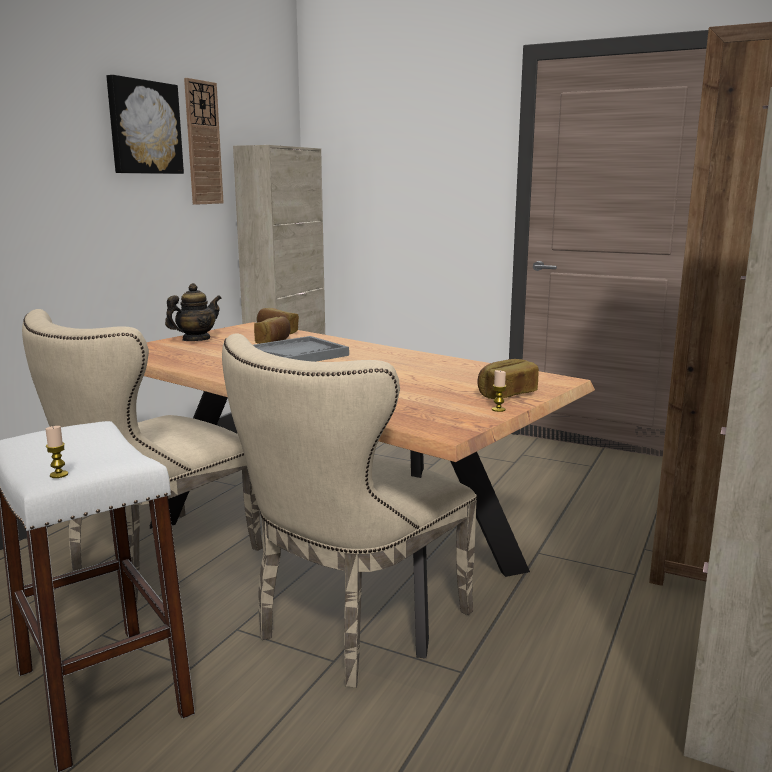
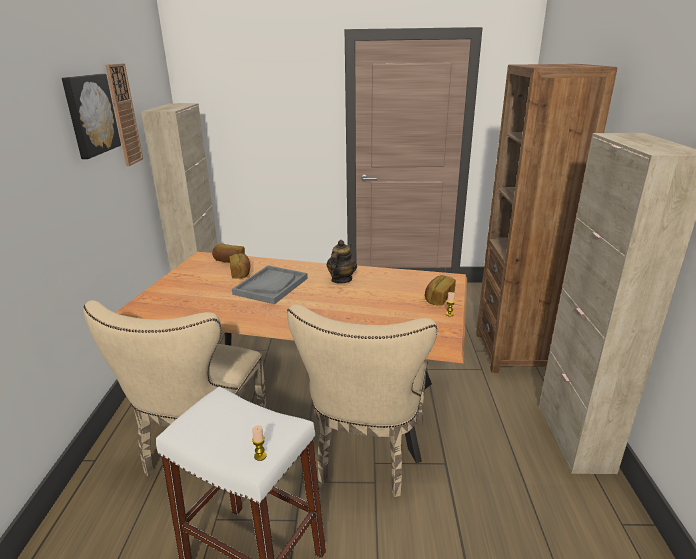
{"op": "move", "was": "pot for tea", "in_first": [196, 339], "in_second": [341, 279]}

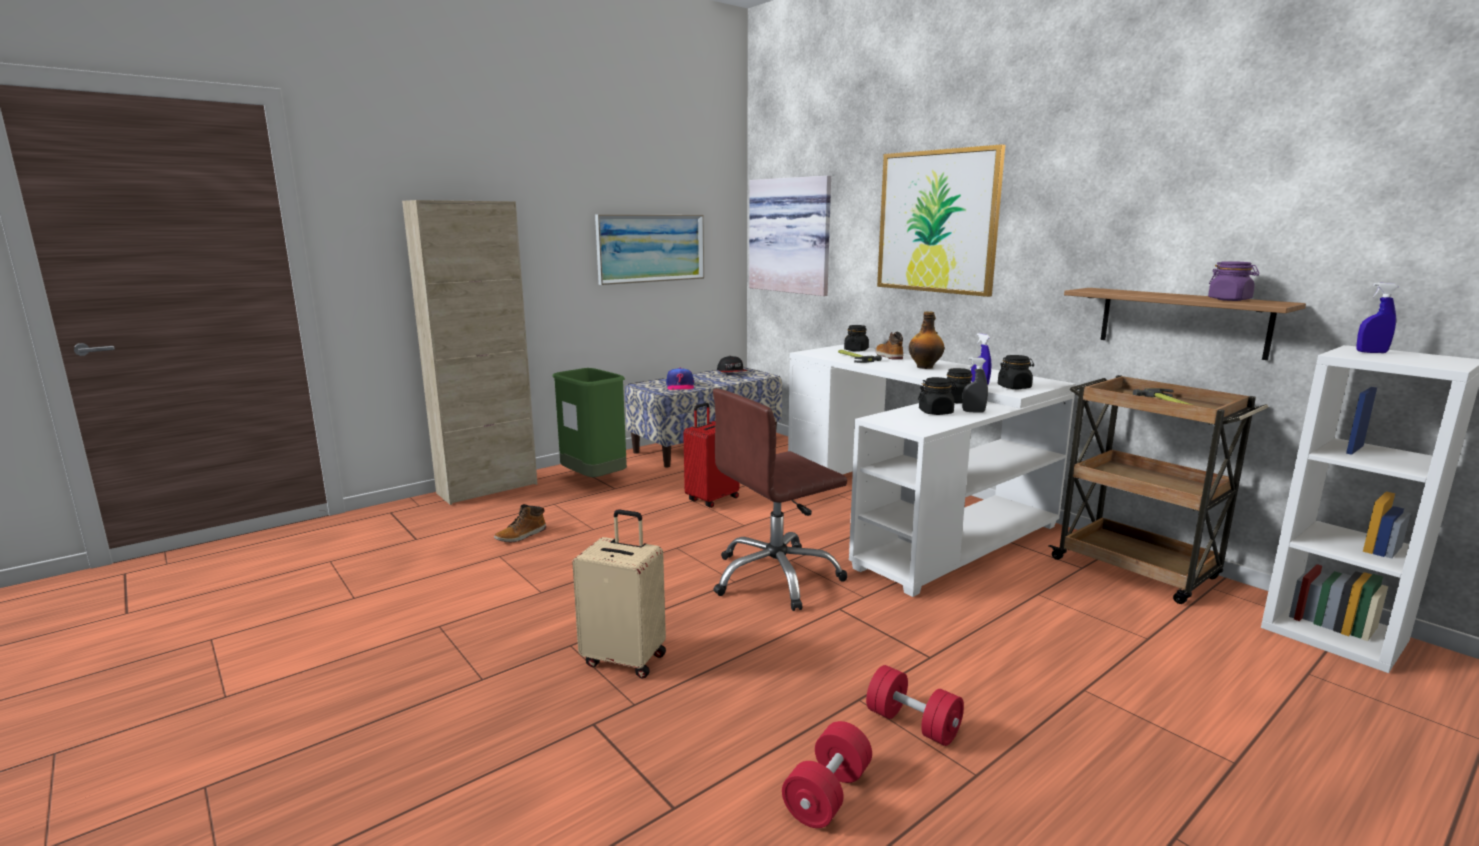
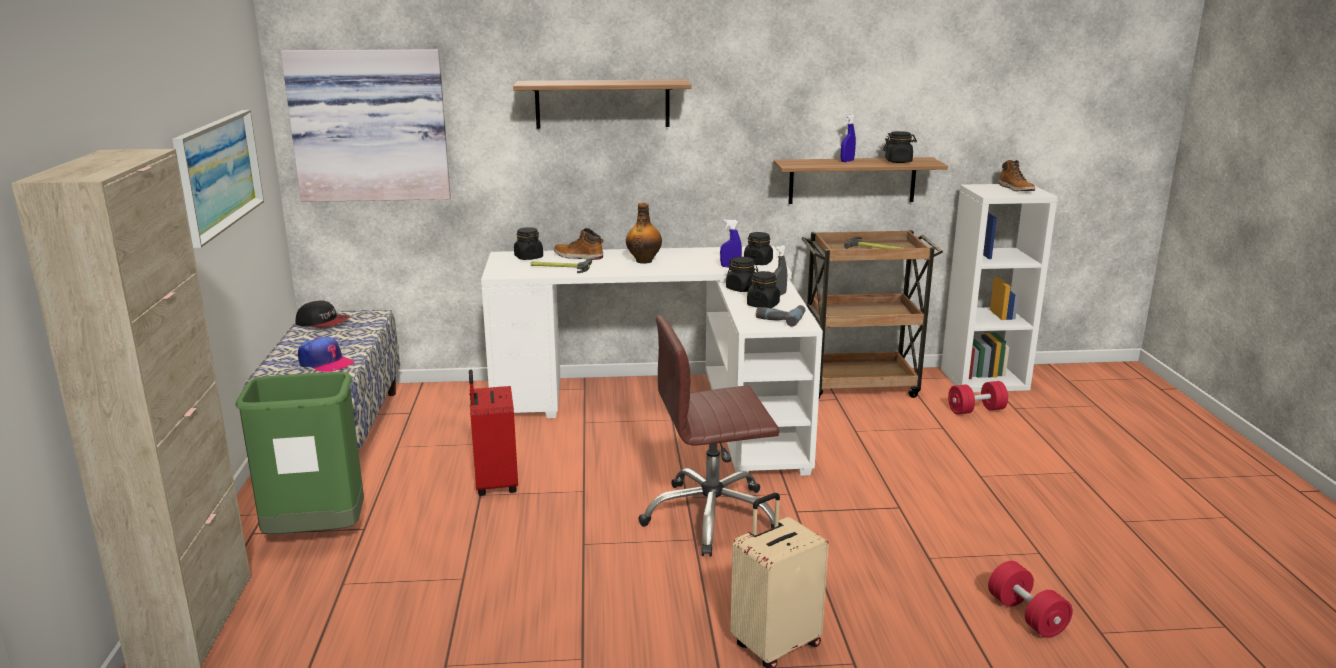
{"op": "replace", "was": "picture", "now": "shelf", "in_first": [937, 222], "in_second": [602, 103]}
{"op": "rotate", "was": "brown computer chair", "in_first": [776, 577], "in_second": [711, 517], "clockwise": 75}
{"op": "insert", "now": "power drill", "in_second": [780, 318]}
{"op": "move", "was": "bluish sprayer", "in_first": [1371, 352], "in_second": [847, 161]}
{"op": "recolor", "was": "purplish jar", "now": "blackish jar", "in_first": [1229, 299], "in_second": [898, 161]}
{"op": "move", "was": "red-coloured dumbbell", "in_first": [913, 724], "in_second": [976, 410]}
{"op": "move", "was": "tall boot", "in_first": [521, 536], "in_second": [1016, 189]}

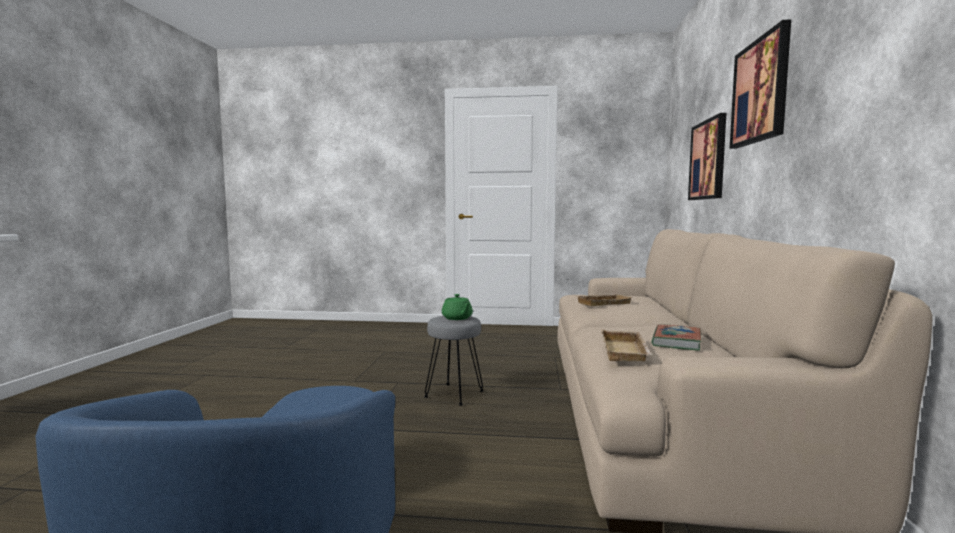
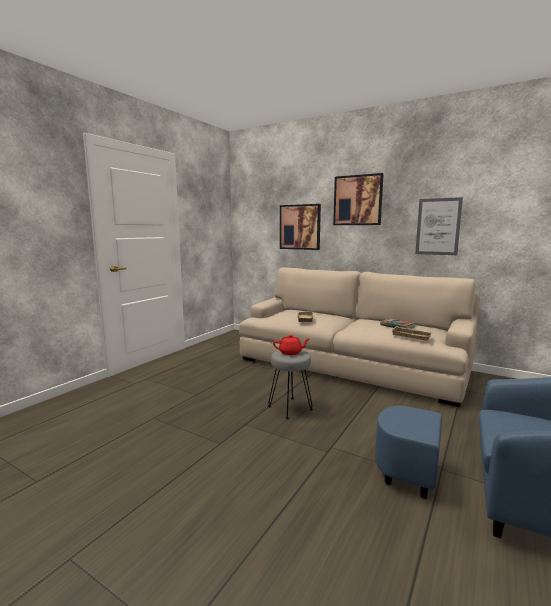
{"op": "recolor", "was": "green pot for tea", "now": "red-coloured pot for tea", "in_first": [457, 318], "in_second": [291, 352]}
{"op": "insert", "now": "picture", "in_second": [438, 226]}

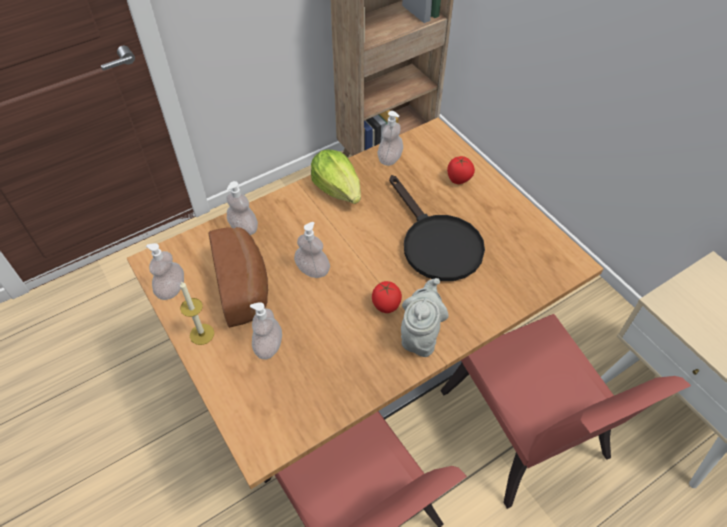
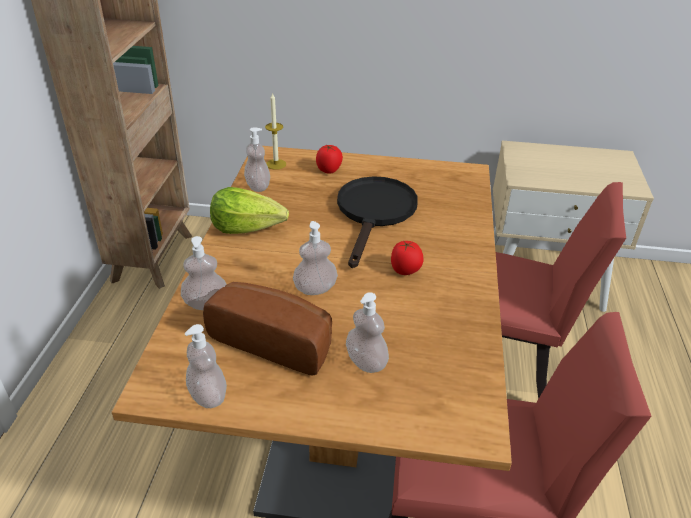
{"op": "move", "was": "candle", "in_first": [202, 334], "in_second": [276, 164]}
{"op": "rotate", "was": "blackish frying pan", "in_first": [435, 243], "in_second": [375, 213], "clockwise": -90}
{"op": "delete", "was": "gray pot for tea", "in_first": [420, 335]}

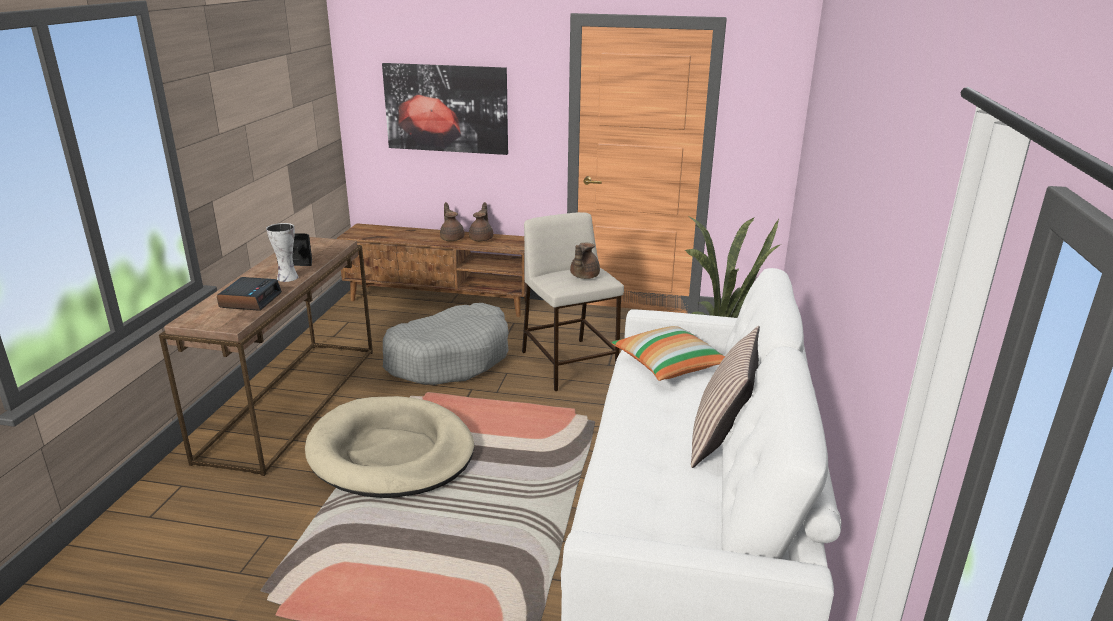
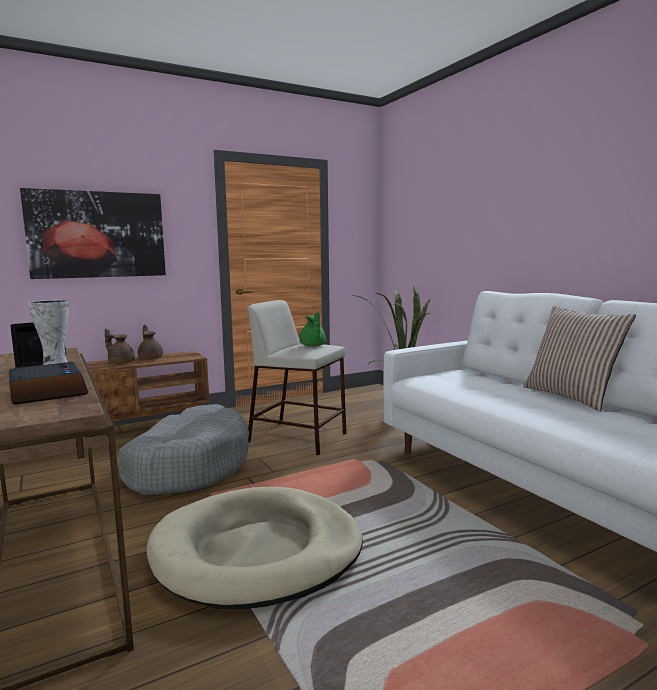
{"op": "recolor", "was": "brown pot for tea", "now": "green pot for tea", "in_first": [583, 276], "in_second": [312, 345]}
{"op": "delete", "was": "cushion", "in_first": [668, 365]}

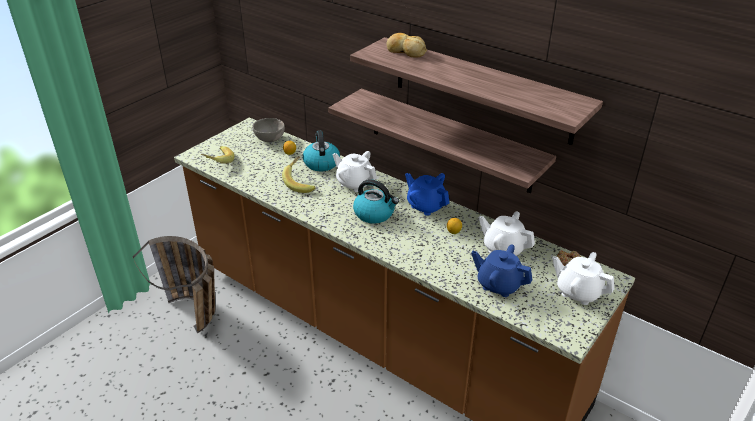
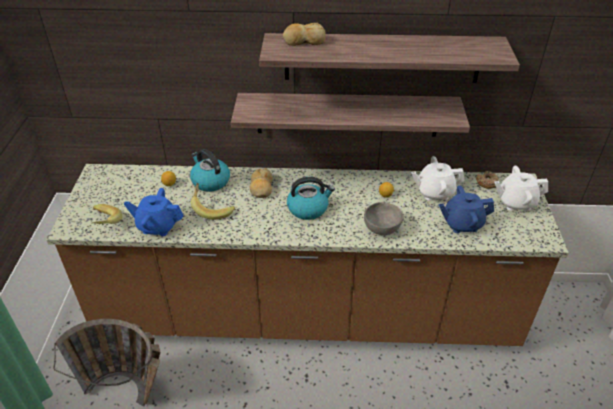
{"op": "move", "was": "bluish pot for tea", "in_first": [426, 206], "in_second": [157, 226]}
{"op": "replace", "was": "white pot for tea", "now": "bread", "in_first": [355, 183], "in_second": [261, 188]}
{"op": "move", "was": "gray bowl", "in_first": [270, 140], "in_second": [382, 229]}

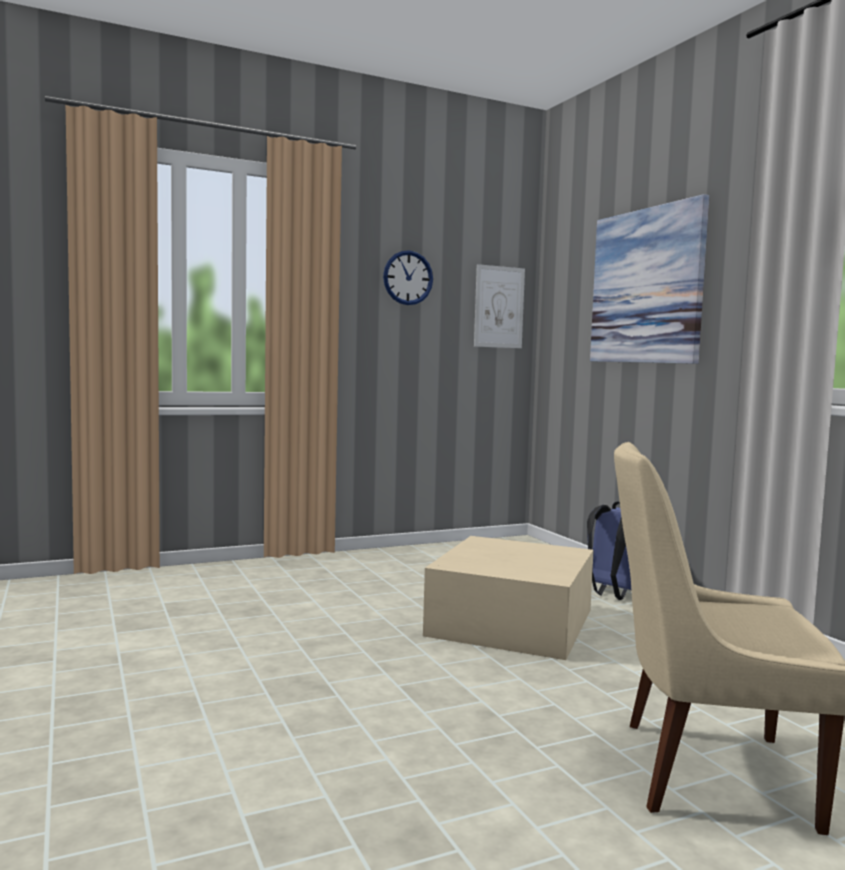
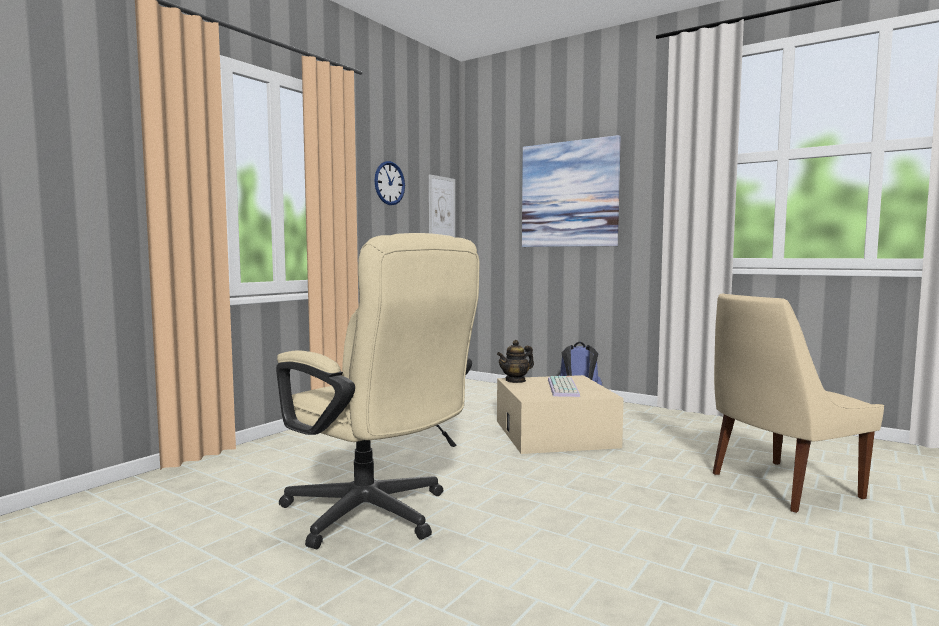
{"op": "insert", "now": "sand-coloured computer chair", "in_second": [376, 516]}
{"op": "insert", "now": "pot for tea", "in_second": [515, 380]}
{"op": "insert", "now": "PC keyboard", "in_second": [564, 388]}

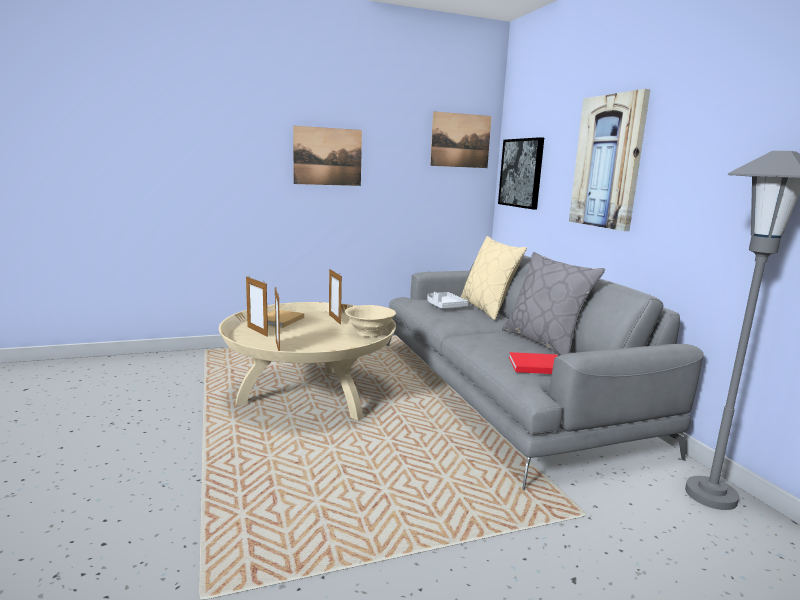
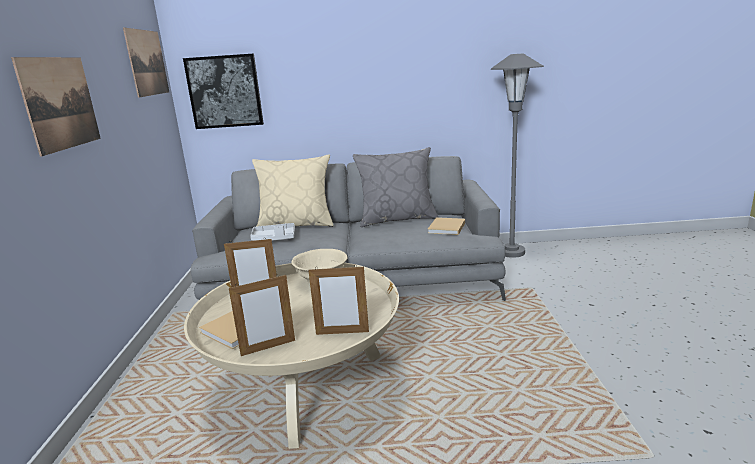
{"op": "recolor", "was": "red-coloured bound book", "now": "sand-coloured bound book", "in_first": [534, 365], "in_second": [446, 228]}
{"op": "delete", "was": "picture", "in_first": [608, 162]}

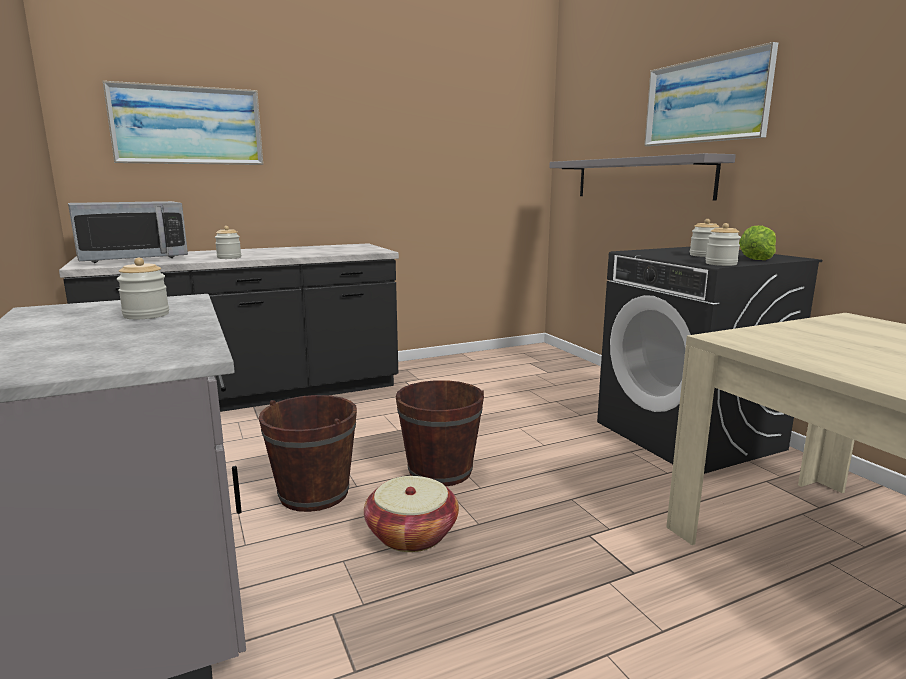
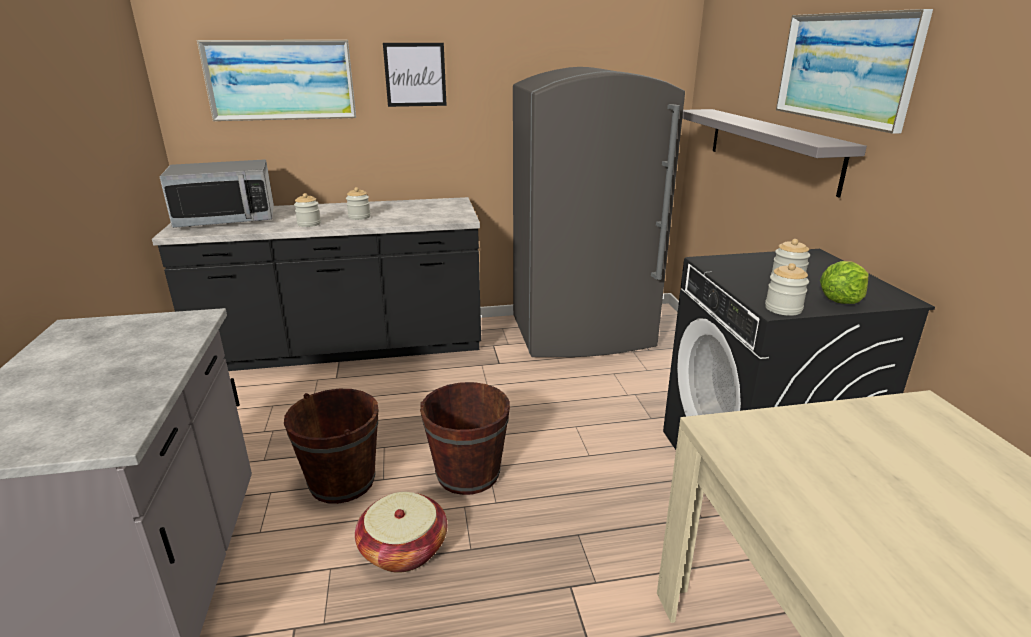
{"op": "move", "was": "jar", "in_first": [146, 315], "in_second": [359, 217]}
{"op": "insert", "now": "picture", "in_second": [415, 75]}
{"op": "insert", "now": "gray fridge", "in_second": [583, 333]}

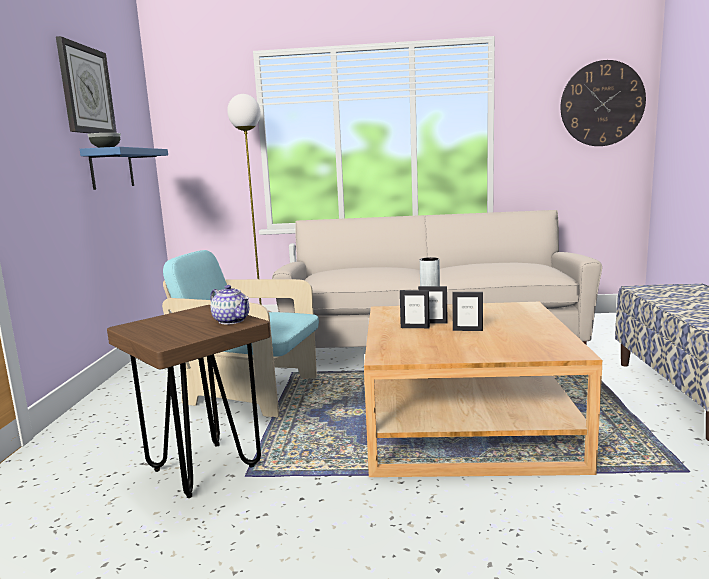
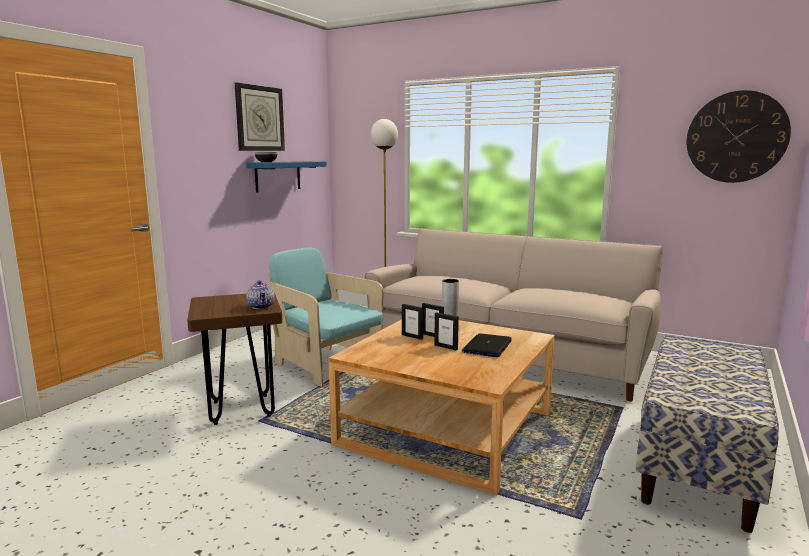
{"op": "insert", "now": "notebook computer", "in_second": [487, 346]}

